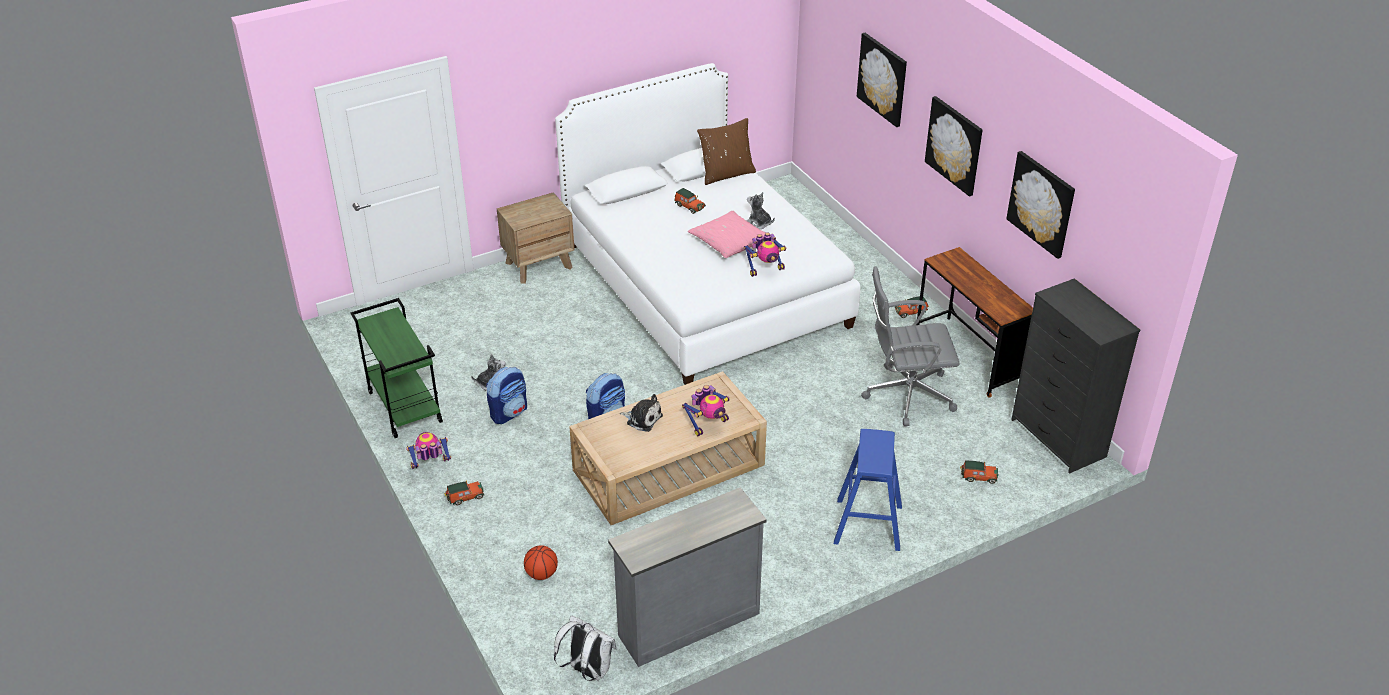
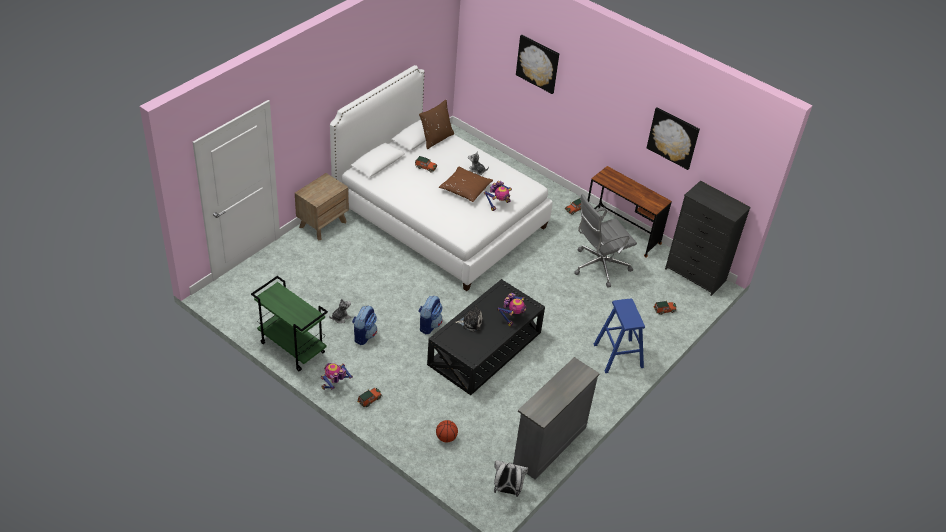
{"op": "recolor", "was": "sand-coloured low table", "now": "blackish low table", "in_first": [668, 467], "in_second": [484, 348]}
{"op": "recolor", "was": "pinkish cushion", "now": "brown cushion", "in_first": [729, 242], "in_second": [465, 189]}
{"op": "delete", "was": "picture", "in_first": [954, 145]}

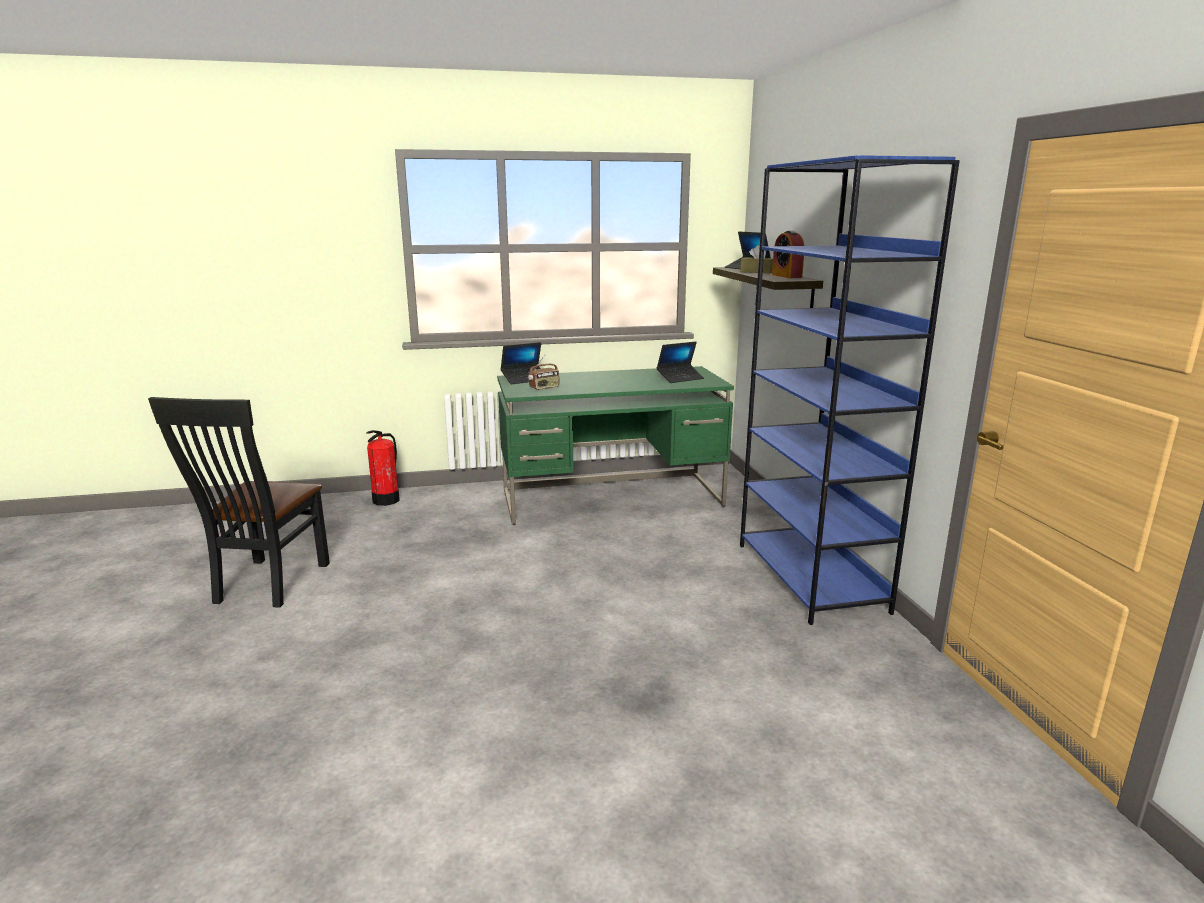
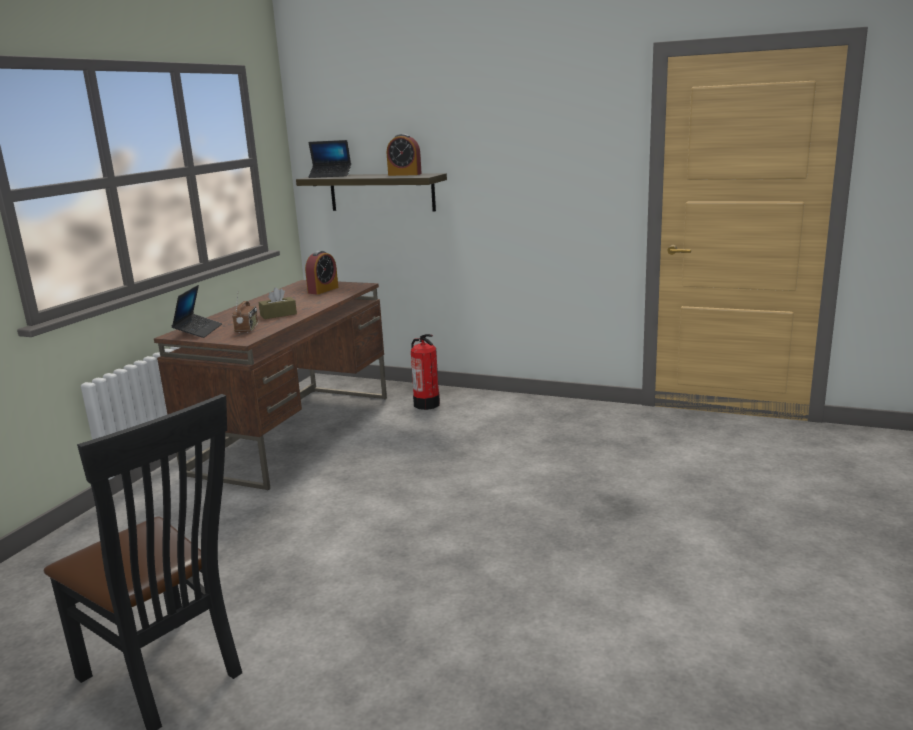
{"op": "recolor", "was": "green desk", "now": "brown desk", "in_first": [612, 498], "in_second": [295, 432]}
{"op": "move", "was": "brown box of tissues", "in_first": [757, 272], "in_second": [278, 314]}
{"op": "replace", "was": "notebook computer", "now": "bedside clock", "in_first": [680, 378], "in_second": [323, 290]}
{"op": "move", "was": "extinguisher", "in_first": [386, 500], "in_second": [426, 404]}
{"op": "delete", "was": "bluish shelving unit", "in_first": [811, 577]}

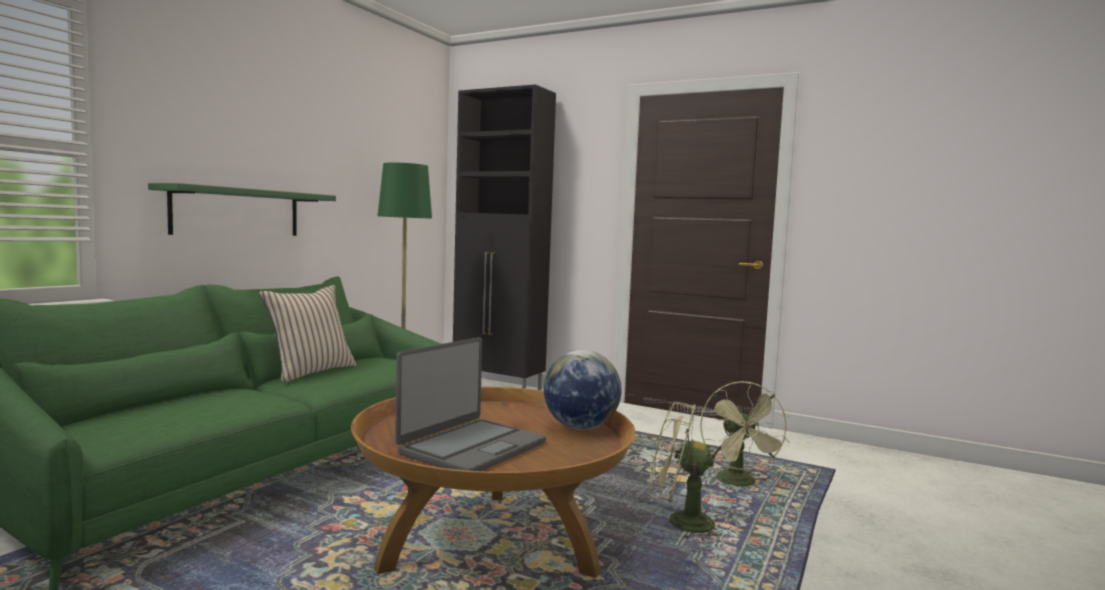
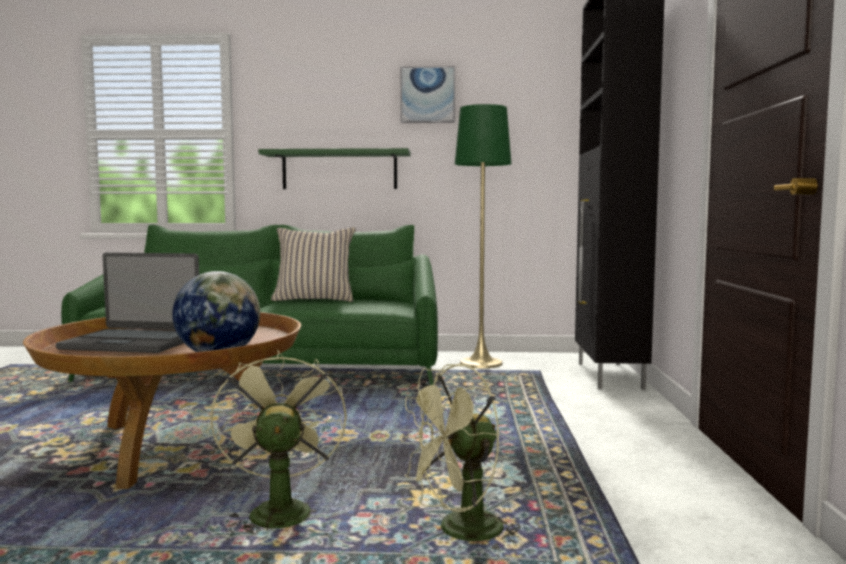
{"op": "insert", "now": "picture", "in_second": [427, 95]}

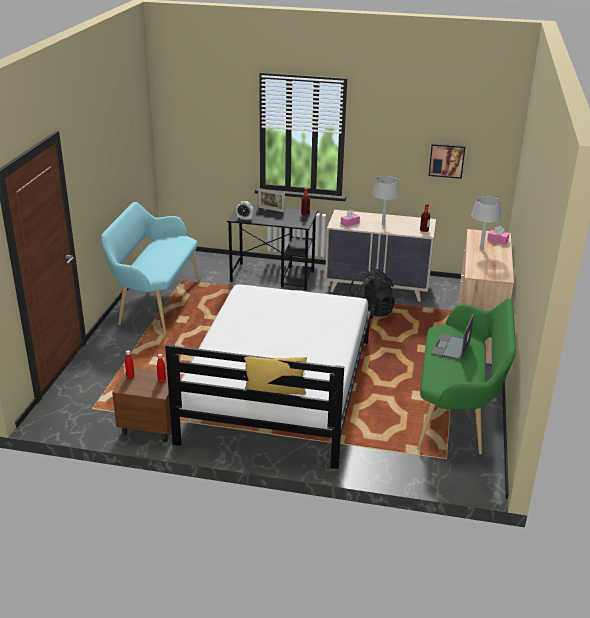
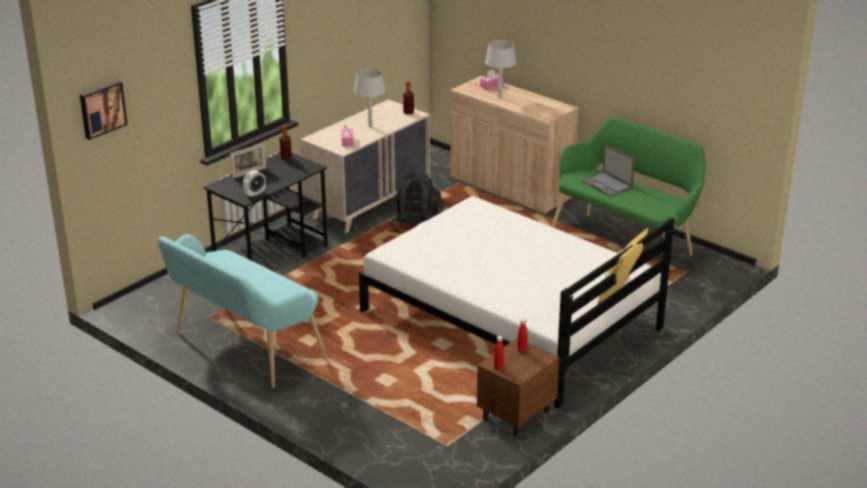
{"op": "move", "was": "picture", "in_first": [446, 160], "in_second": [102, 109]}

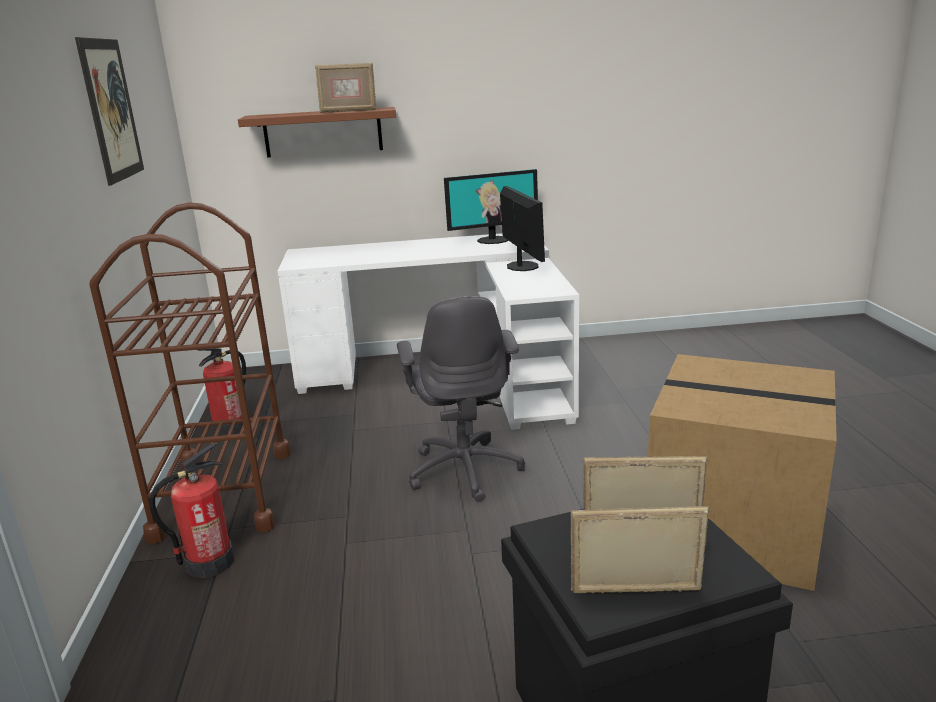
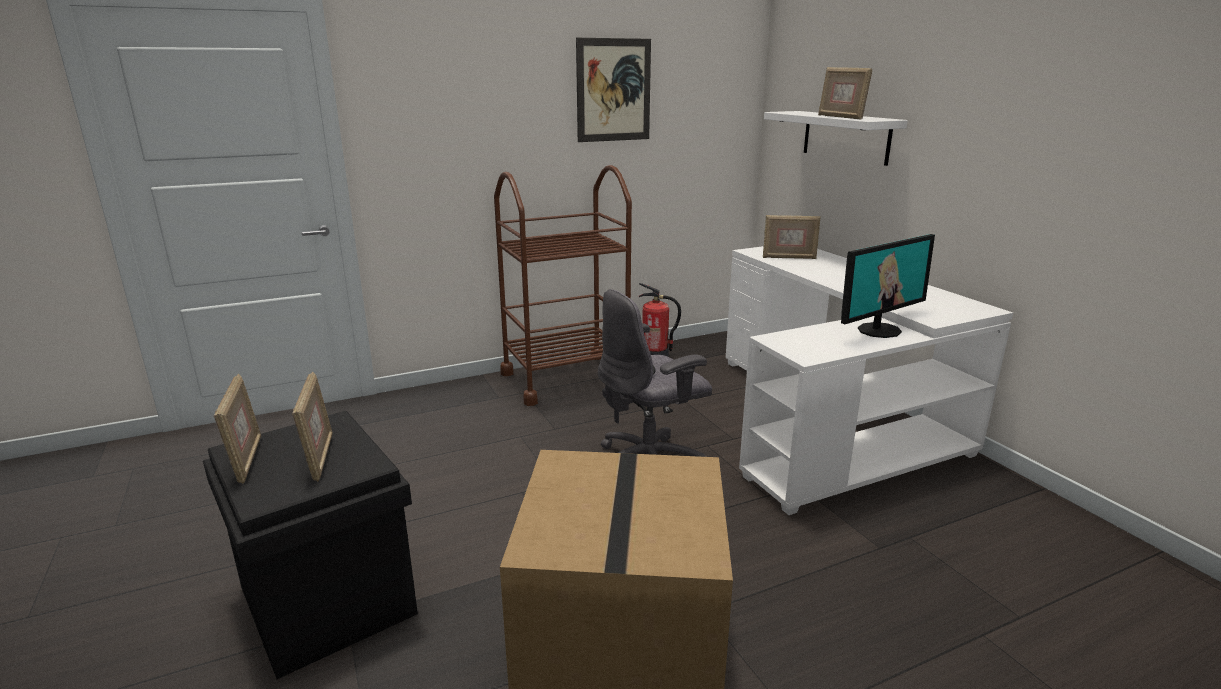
{"op": "insert", "now": "standing frame", "in_second": [789, 258]}
{"op": "recolor", "was": "brown shelf", "now": "white shelf", "in_first": [323, 132], "in_second": [845, 137]}
{"op": "delete", "was": "extinguisher", "in_first": [209, 563]}
{"op": "delete", "was": "monitor", "in_first": [493, 240]}

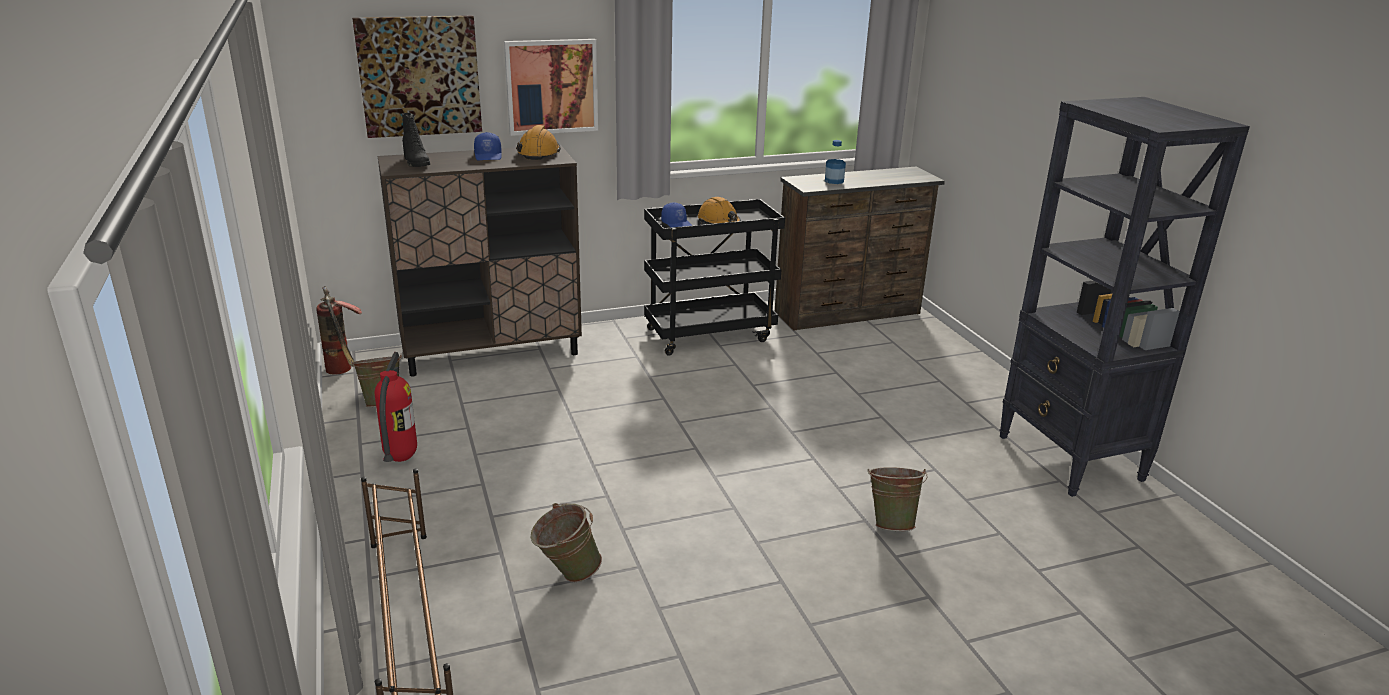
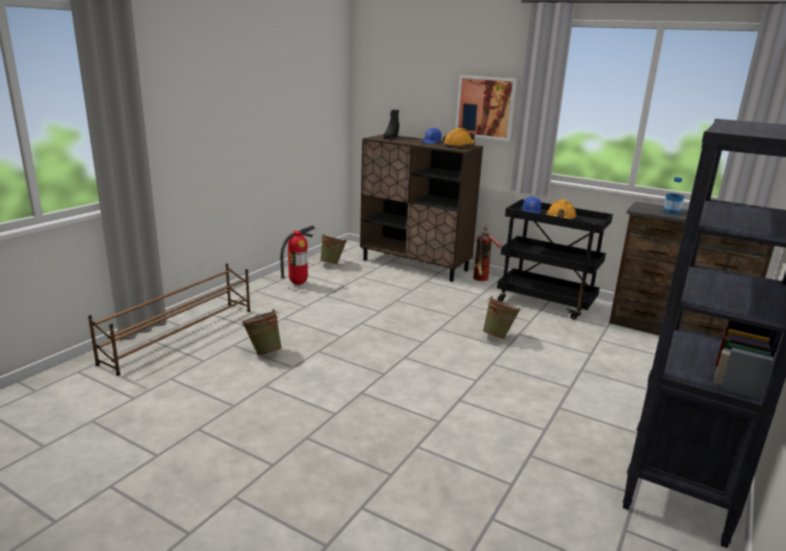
{"op": "move", "was": "extinguisher", "in_first": [344, 372], "in_second": [482, 280]}
{"op": "move", "was": "green bucket", "in_first": [891, 523], "in_second": [499, 336]}
{"op": "delete", "was": "picture", "in_first": [419, 76]}

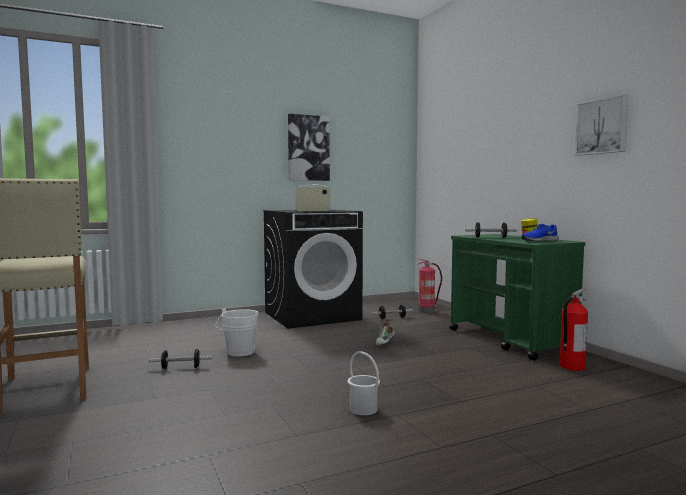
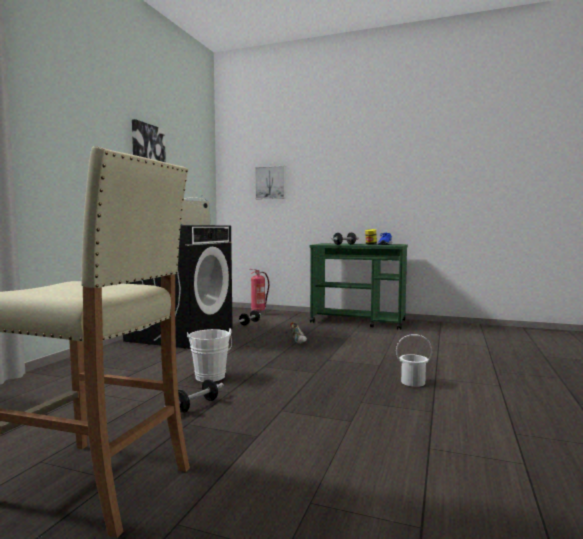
{"op": "move", "was": "picture", "in_first": [602, 126], "in_second": [270, 182]}
{"op": "delete", "was": "extinguisher", "in_first": [571, 367]}

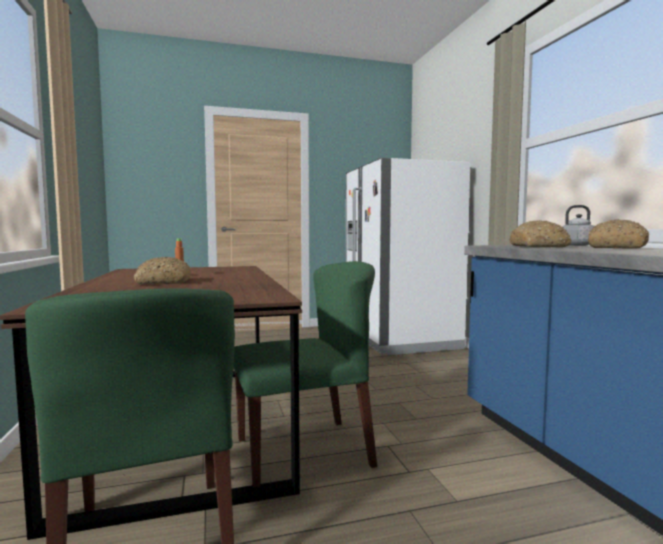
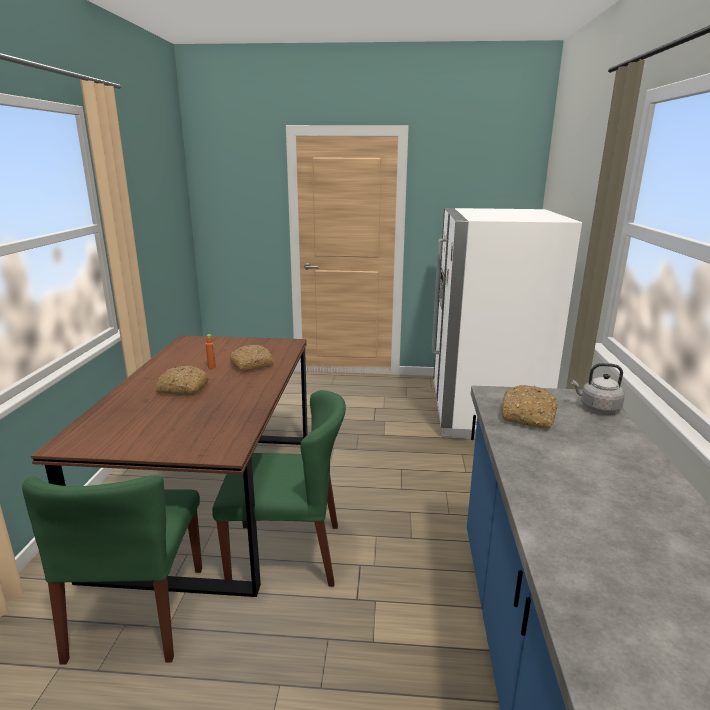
{"op": "move", "was": "bread", "in_first": [616, 247], "in_second": [252, 365]}

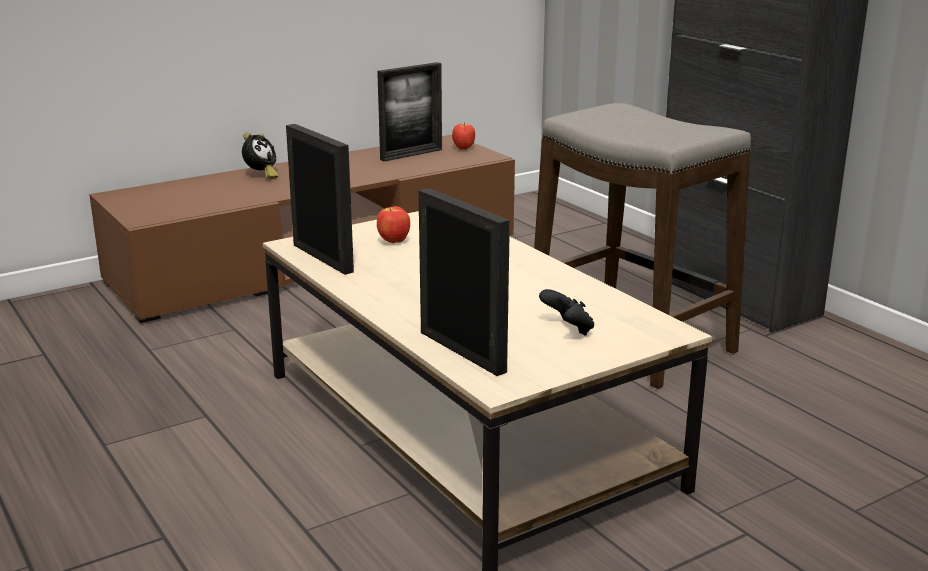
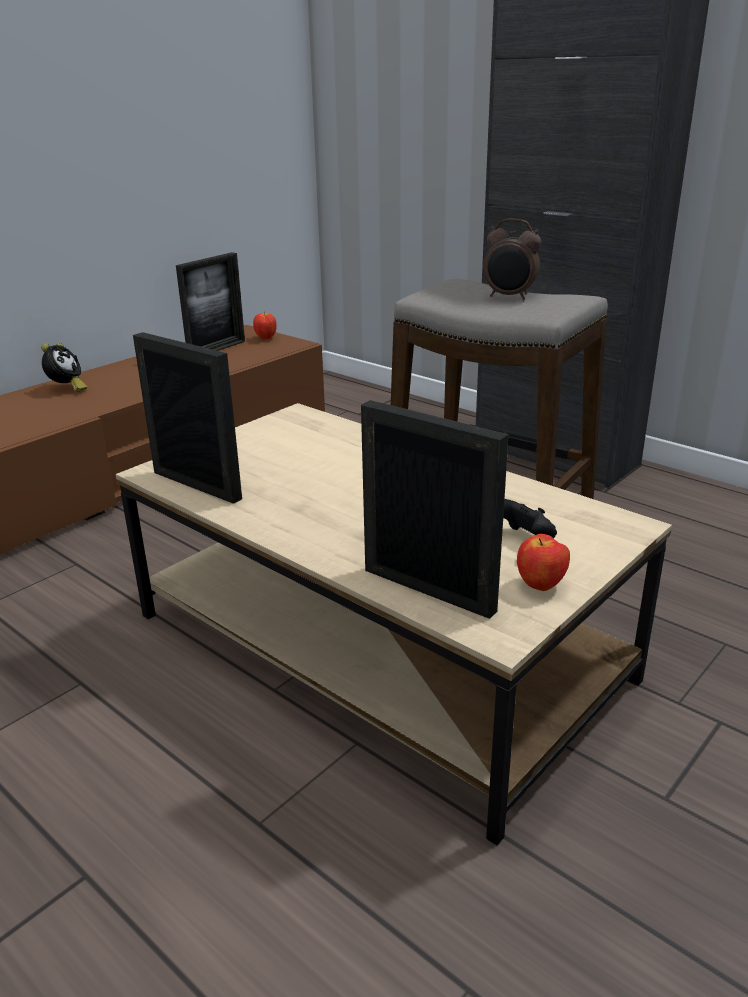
{"op": "insert", "now": "bedside clock", "in_second": [509, 297]}
{"op": "move", "was": "apple fruit", "in_first": [394, 242], "in_second": [540, 586]}

